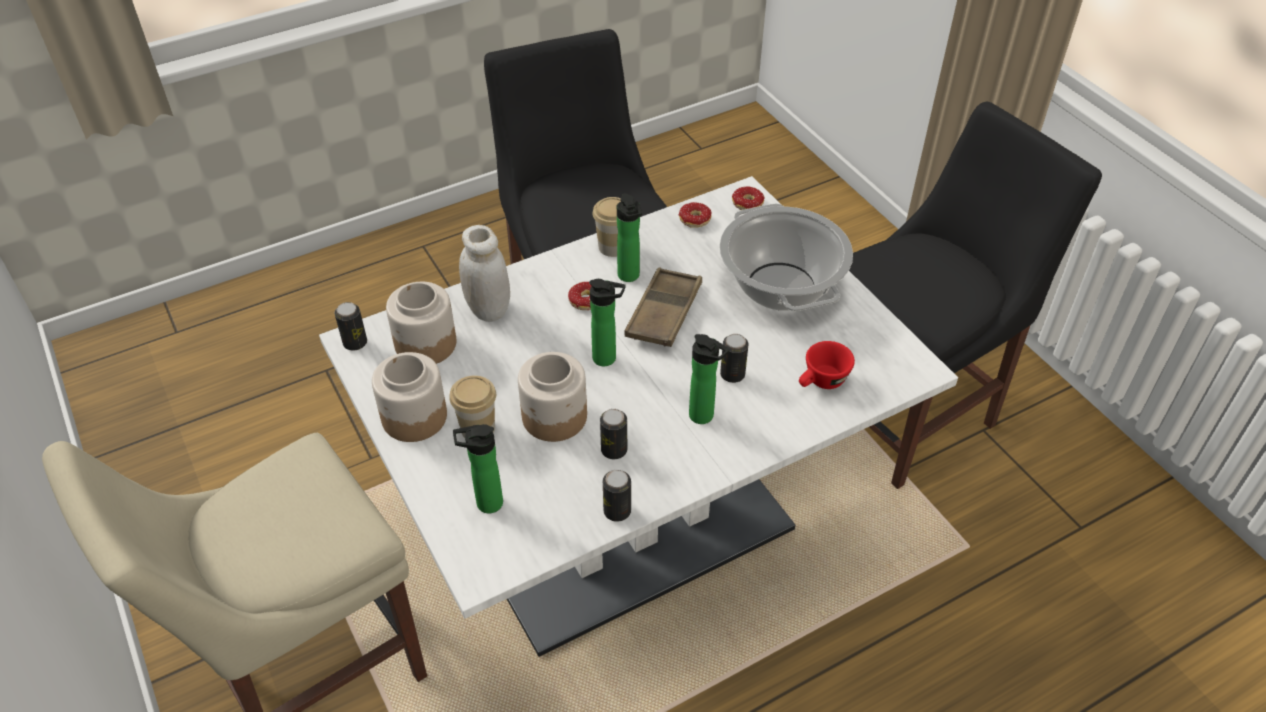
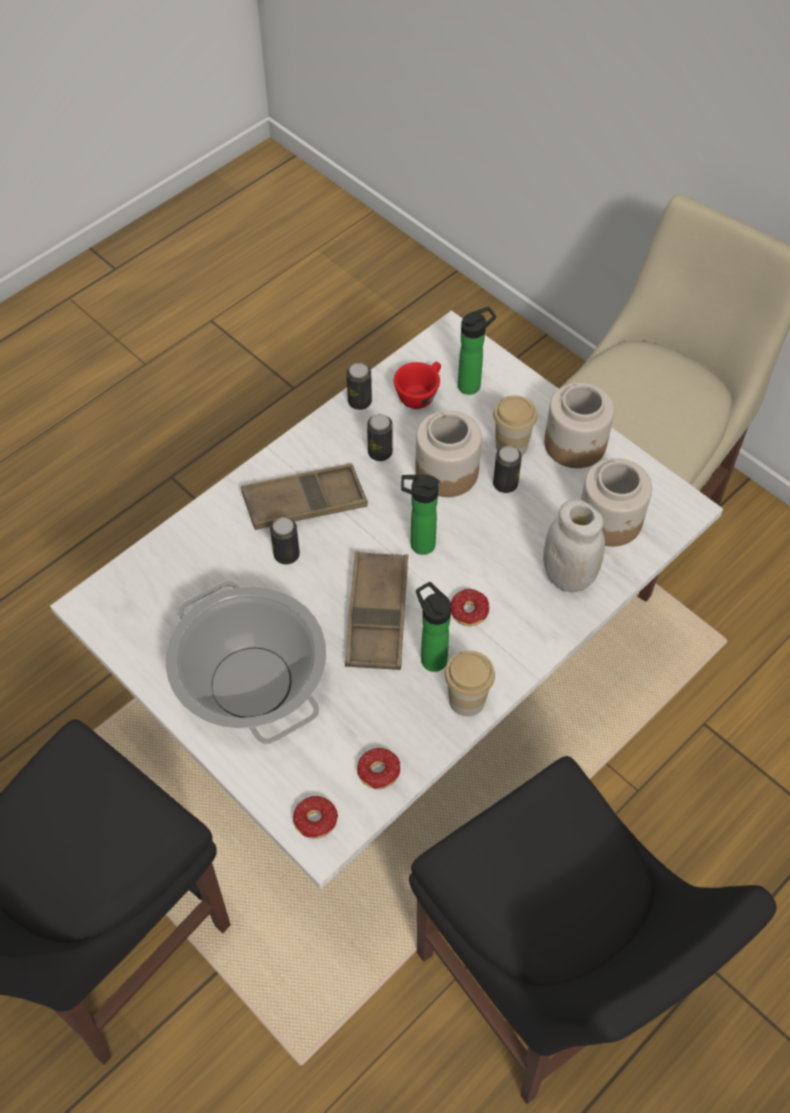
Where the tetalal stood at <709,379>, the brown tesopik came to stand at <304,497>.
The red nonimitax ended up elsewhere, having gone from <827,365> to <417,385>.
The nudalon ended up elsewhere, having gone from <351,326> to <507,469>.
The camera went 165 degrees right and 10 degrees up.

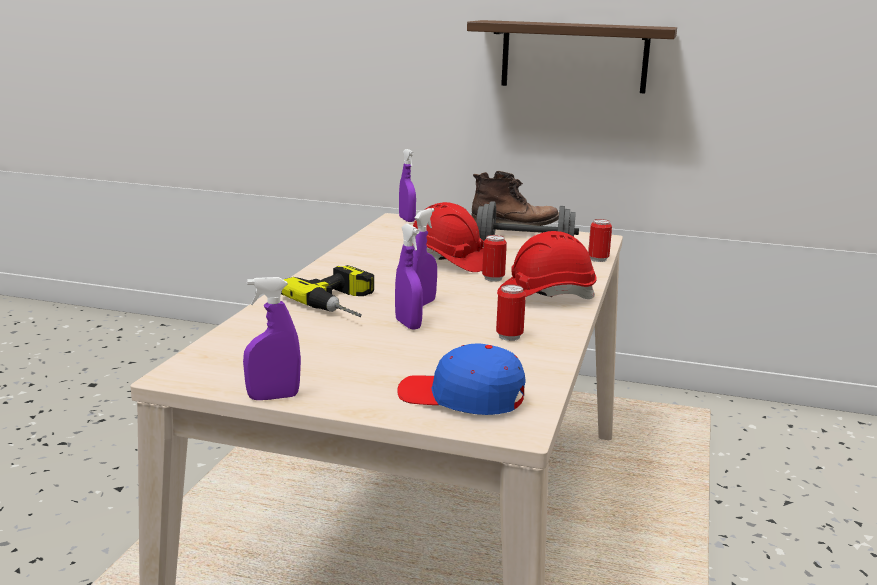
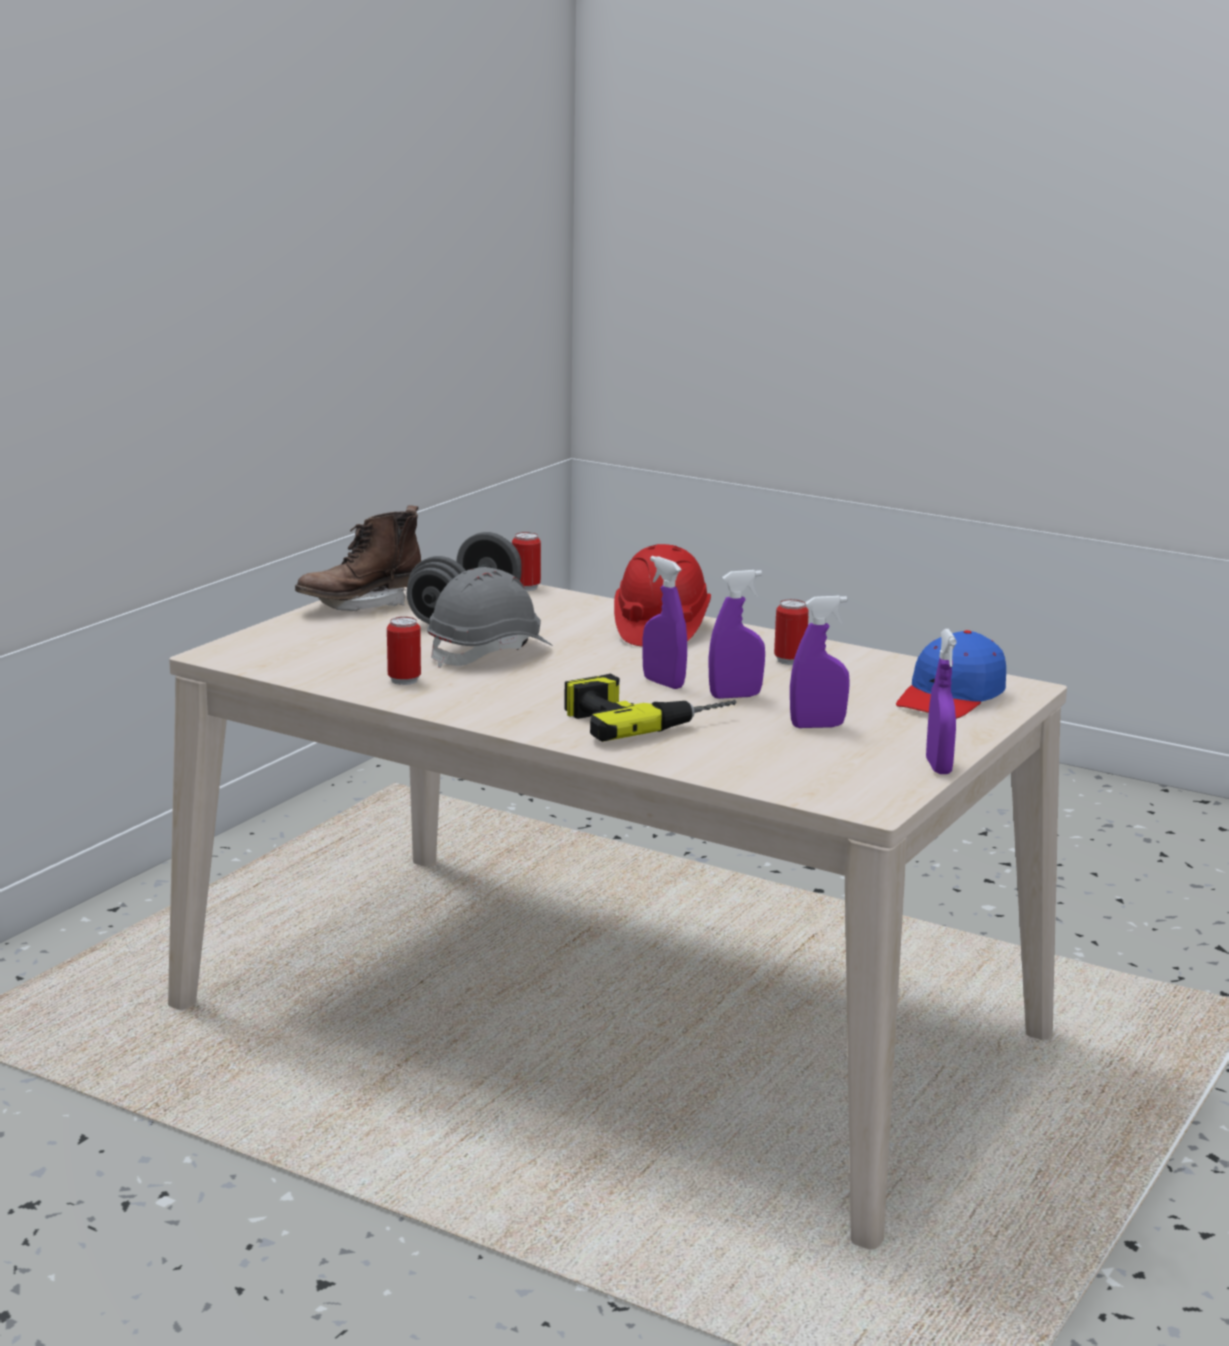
The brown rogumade at <515,201> ended up facing another way, 135 degrees counterclockwise from before.
The nudalon ended up elsewhere, having gone from <494,258> to <404,651>.
What was the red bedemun at <448,237> turned into the grey bedemun at <490,617>.
The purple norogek ended up elsewhere, having gone from <407,185> to <820,662>.
The second view lost the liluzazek at <572,57>.
The camera went 75 degrees left and 0 degrees up.

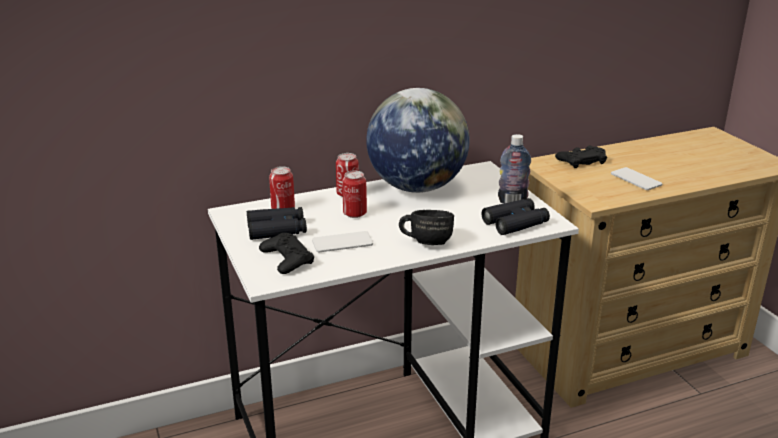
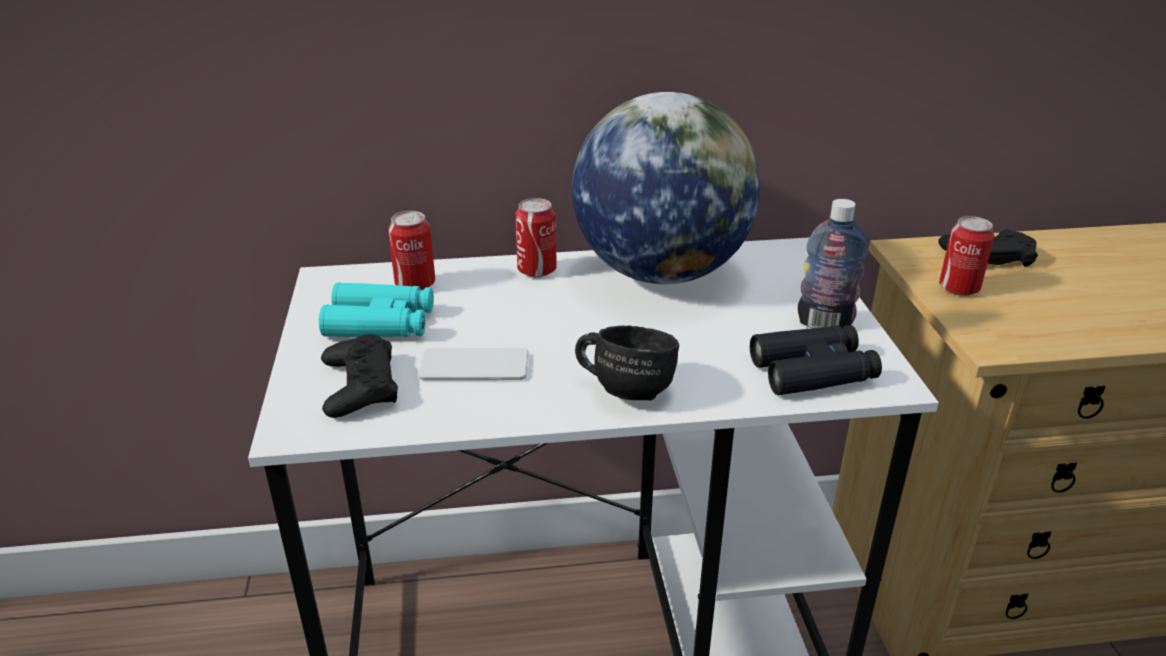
What was the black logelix at <277,223> turned into the turquoise logelix at <376,310>.
The nudalon ended up elsewhere, having gone from <354,194> to <966,256>.
The second view lost the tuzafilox at <637,178>.
The camera went 15 degrees right and 5 degrees up.

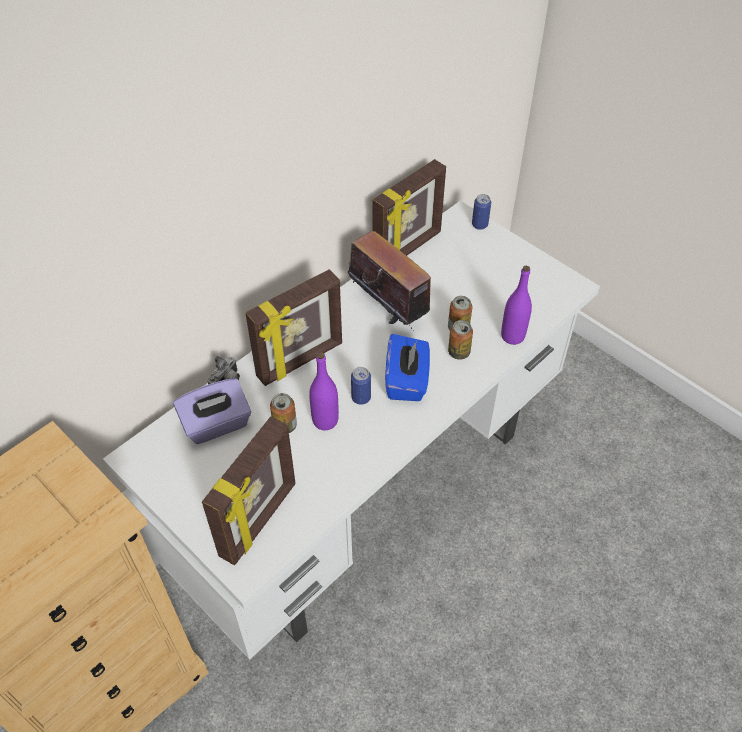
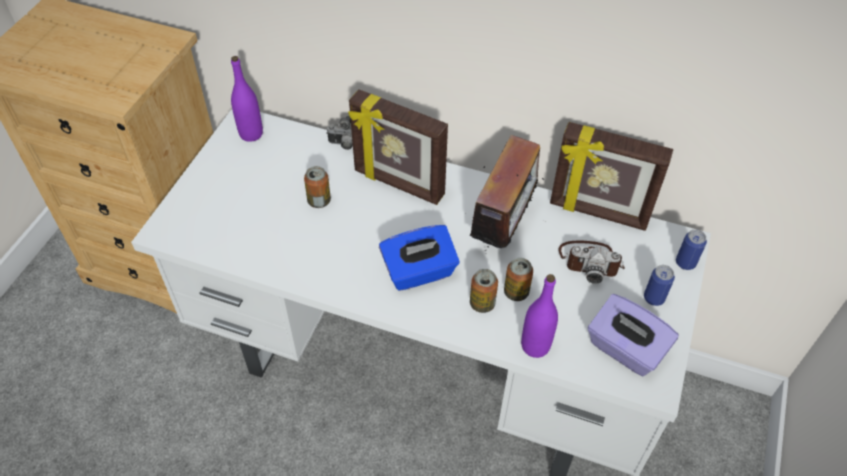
The purple tetalal ended up elsewhere, having gone from <324,391> to <247,99>.
The second view gained the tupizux at <592,262>.
The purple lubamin ended up elsewhere, having gone from <212,411> to <633,335>.
The nudalon ended up elsewhere, having gone from <361,386> to <659,285>.
The second view lost the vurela at <248,490>.
The camera went 65 degrees right and 0 degrees up.

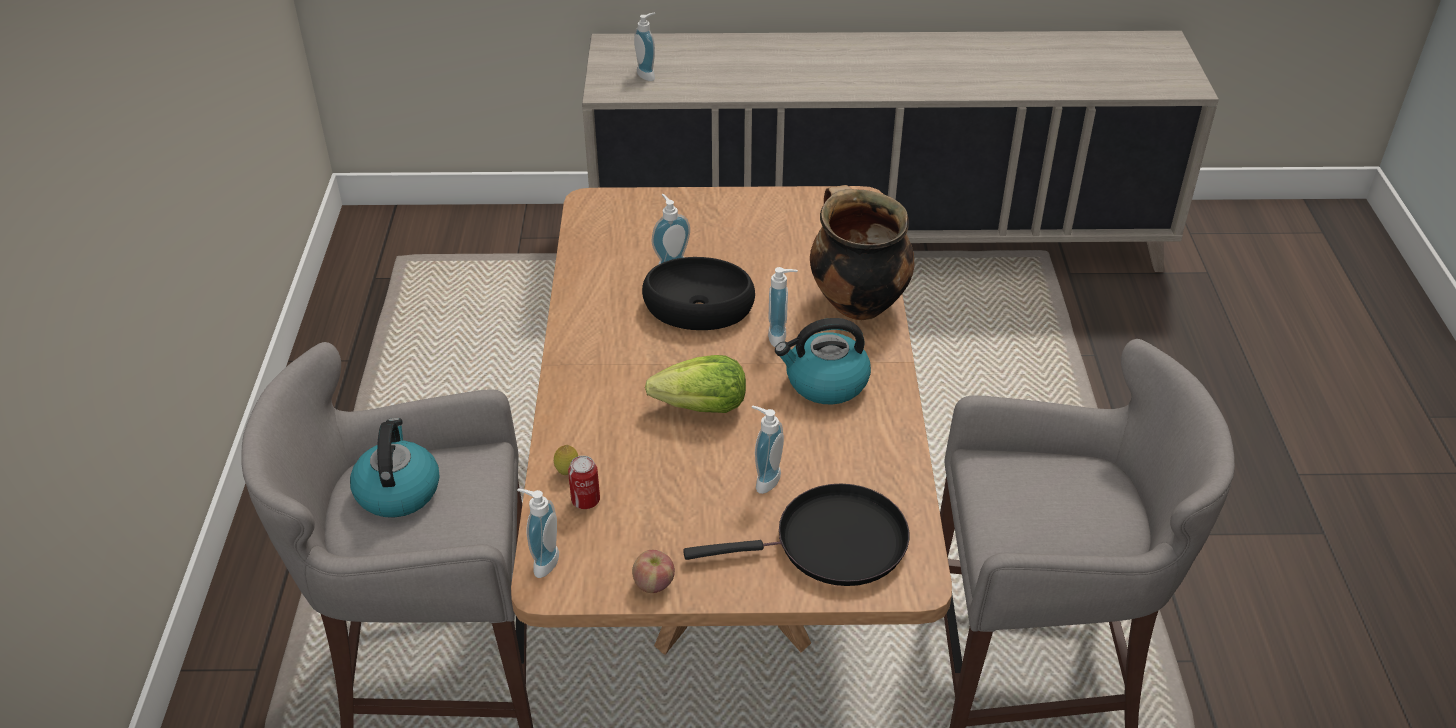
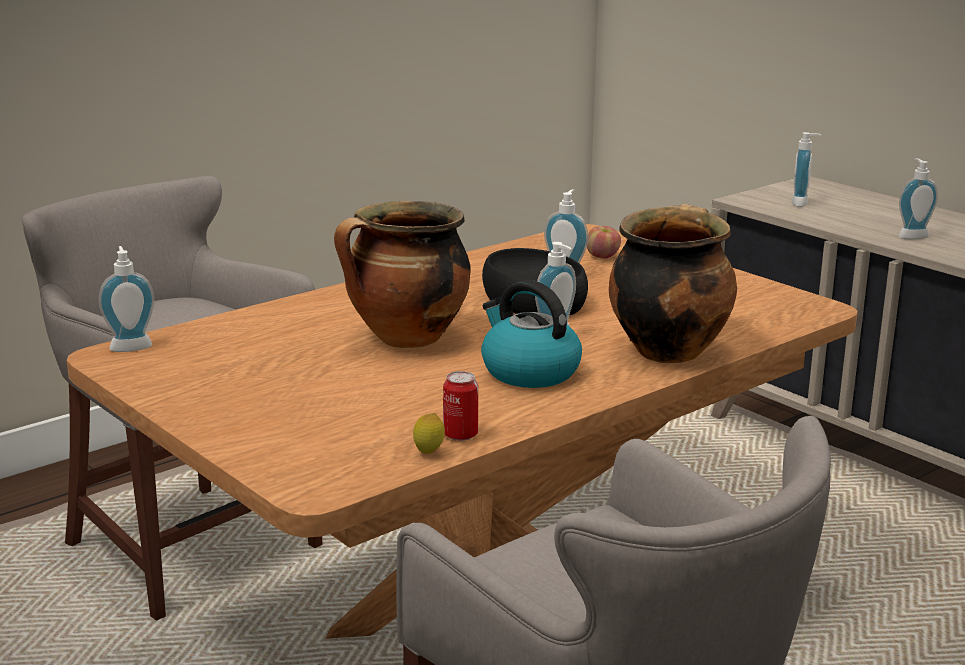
Where the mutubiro stood at <695,384>, the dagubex came to stand at <402,274>.
The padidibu ended up elsewhere, having gone from <566,460> to <429,433>.
The nudalon ended up elsewhere, having gone from <584,482> to <460,406>.
The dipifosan ended up elsewhere, having gone from <653,571> to <604,242>.
The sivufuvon ended up elsewhere, having gone from <768,450> to <918,198>.
The second view lost the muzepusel at <395,468>.
The second view lost the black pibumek at <796,535>.
The camera went 50 degrees right and 20 degrees down.

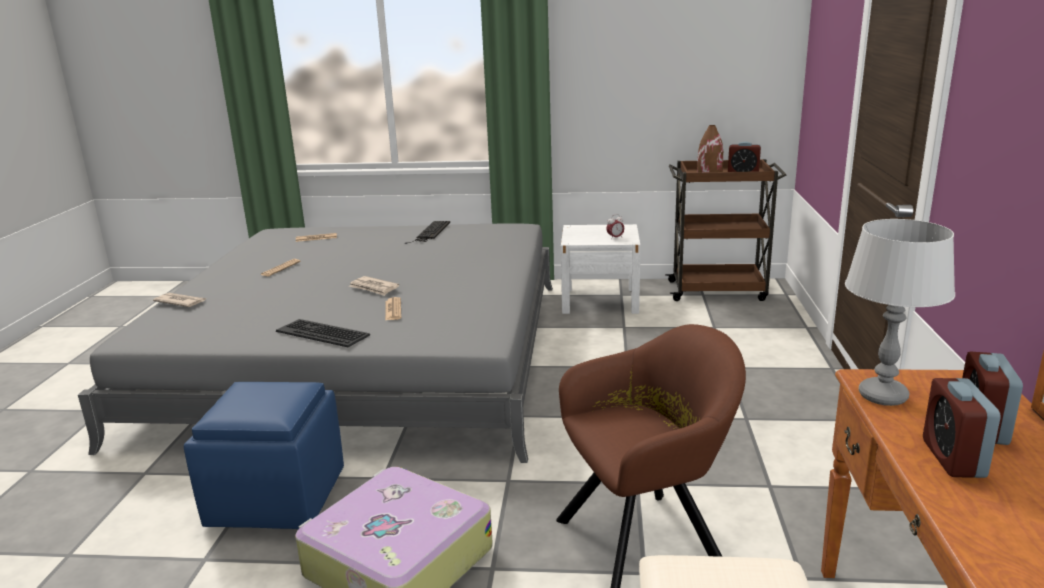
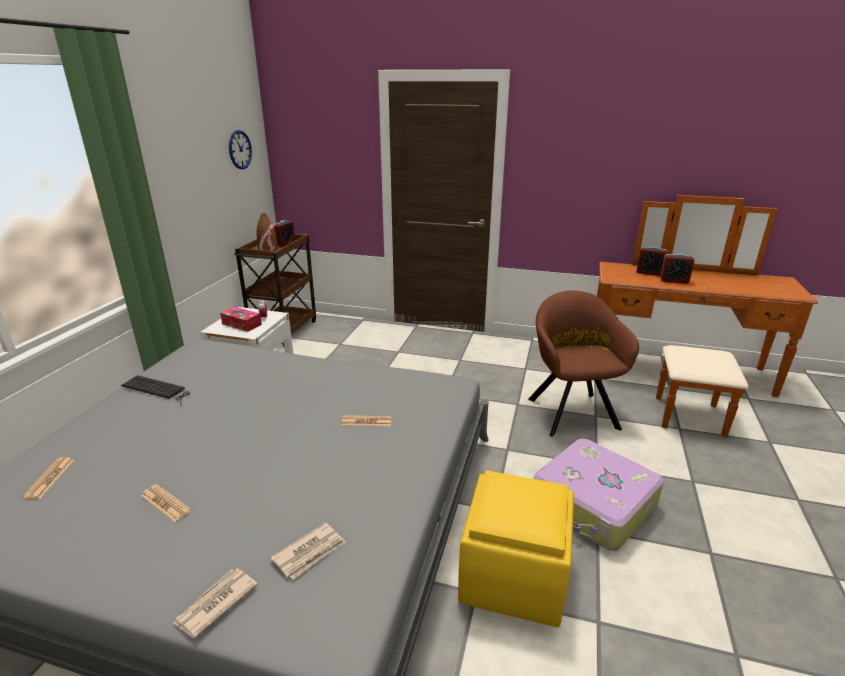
The second view gained the lubamin at <241,319>.
The second view gained the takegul at <240,149>.
The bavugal ended up elsewhere, having gone from <374,286> to <308,551>.
What was the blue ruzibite at <264,455> turned into the yellow ruzibite at <516,548>.
The second view lost the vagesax at <323,333>.
The second view lost the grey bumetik at <900,312>.
The camera went 80 degrees left and 5 degrees up.

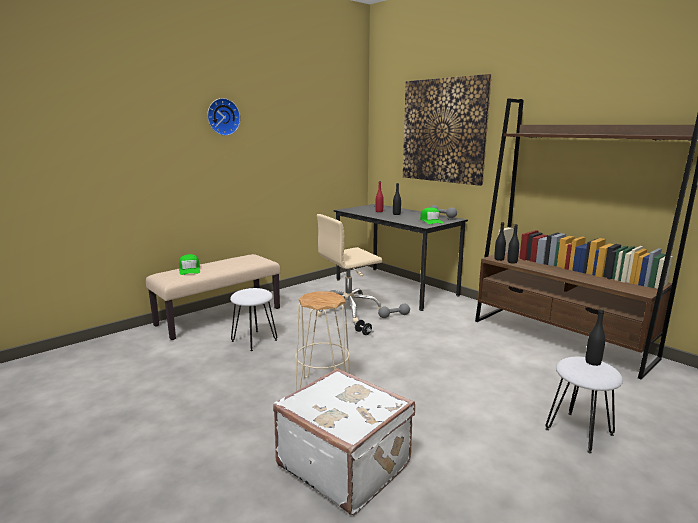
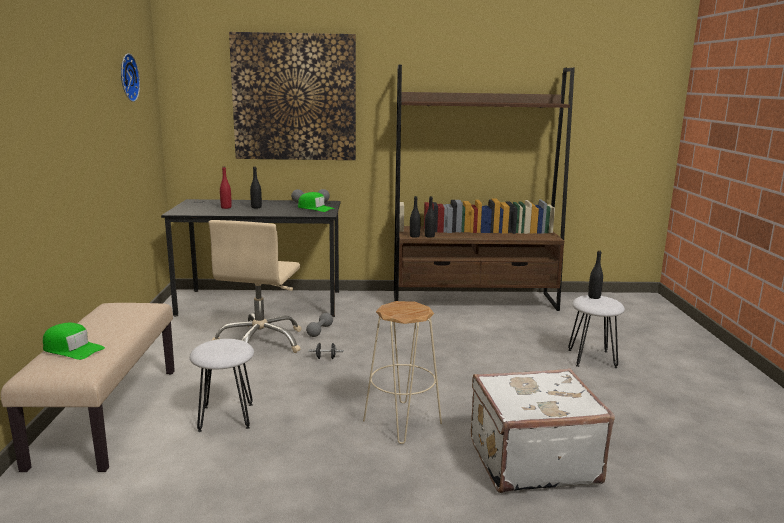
The takegul ended up elsewhere, having gone from <224,117> to <130,77>.
The camera went 50 degrees left and 0 degrees up.

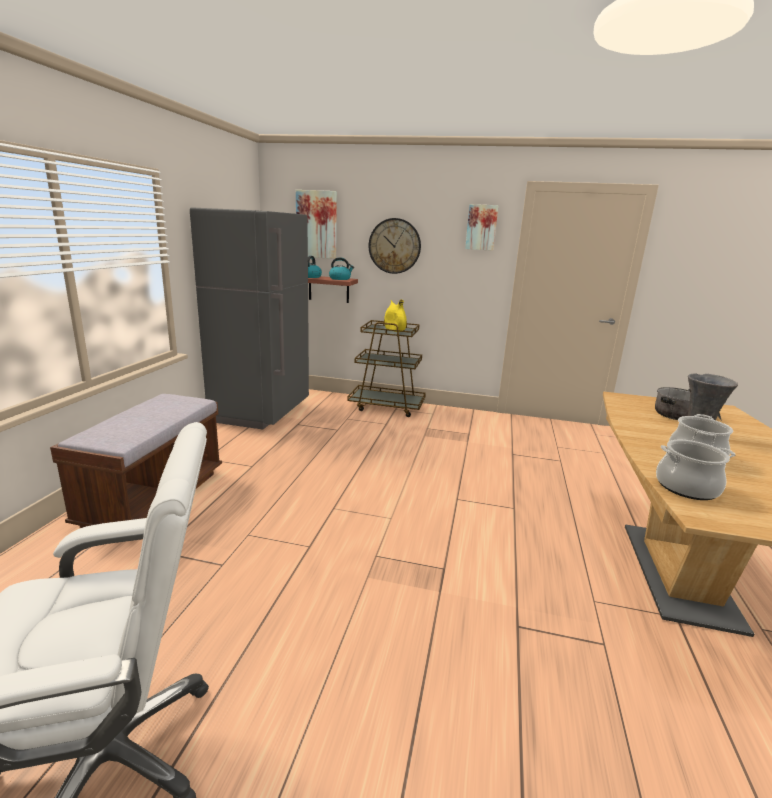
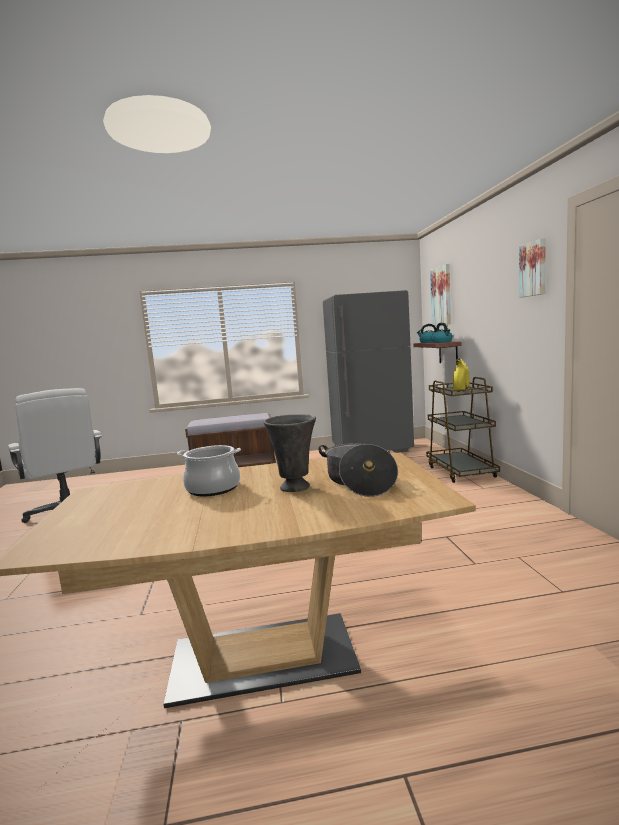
The second view lost the takegul at <395,246>.
The second view lost the dagubex at <696,470>.
The camera went 70 degrees right and 10 degrees down.

